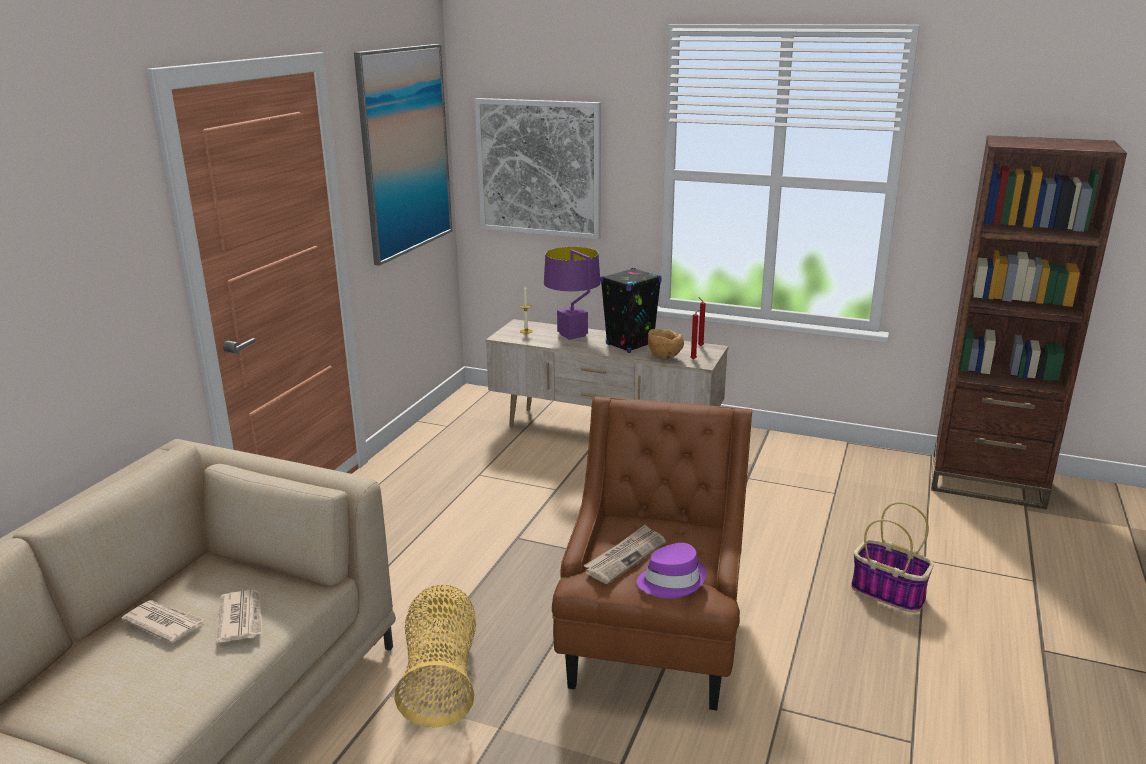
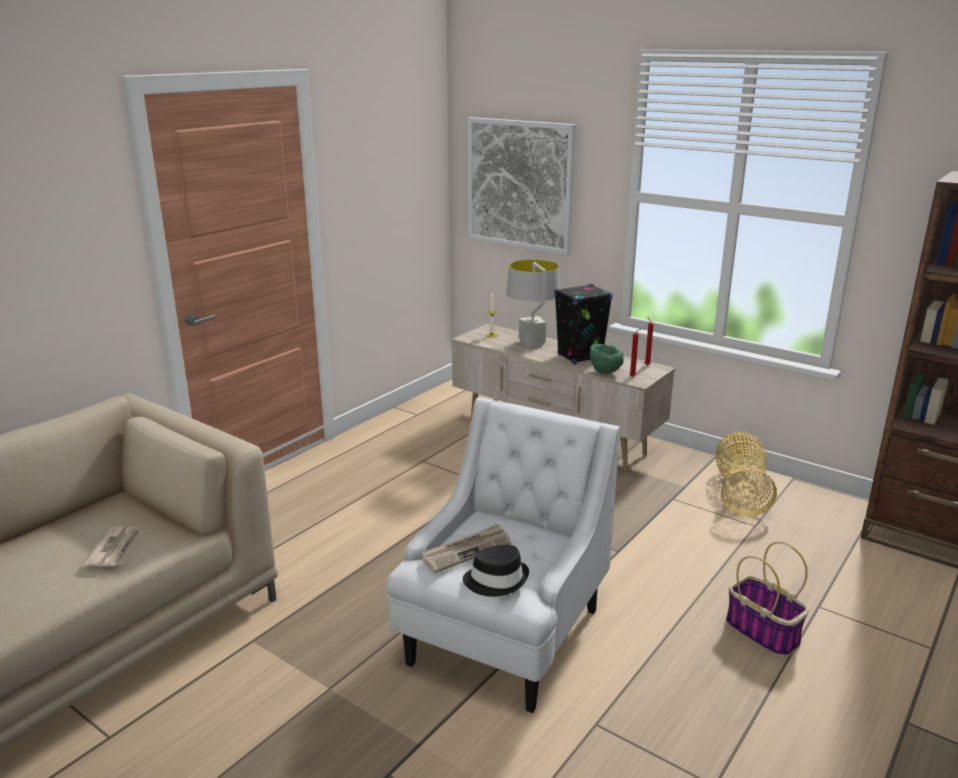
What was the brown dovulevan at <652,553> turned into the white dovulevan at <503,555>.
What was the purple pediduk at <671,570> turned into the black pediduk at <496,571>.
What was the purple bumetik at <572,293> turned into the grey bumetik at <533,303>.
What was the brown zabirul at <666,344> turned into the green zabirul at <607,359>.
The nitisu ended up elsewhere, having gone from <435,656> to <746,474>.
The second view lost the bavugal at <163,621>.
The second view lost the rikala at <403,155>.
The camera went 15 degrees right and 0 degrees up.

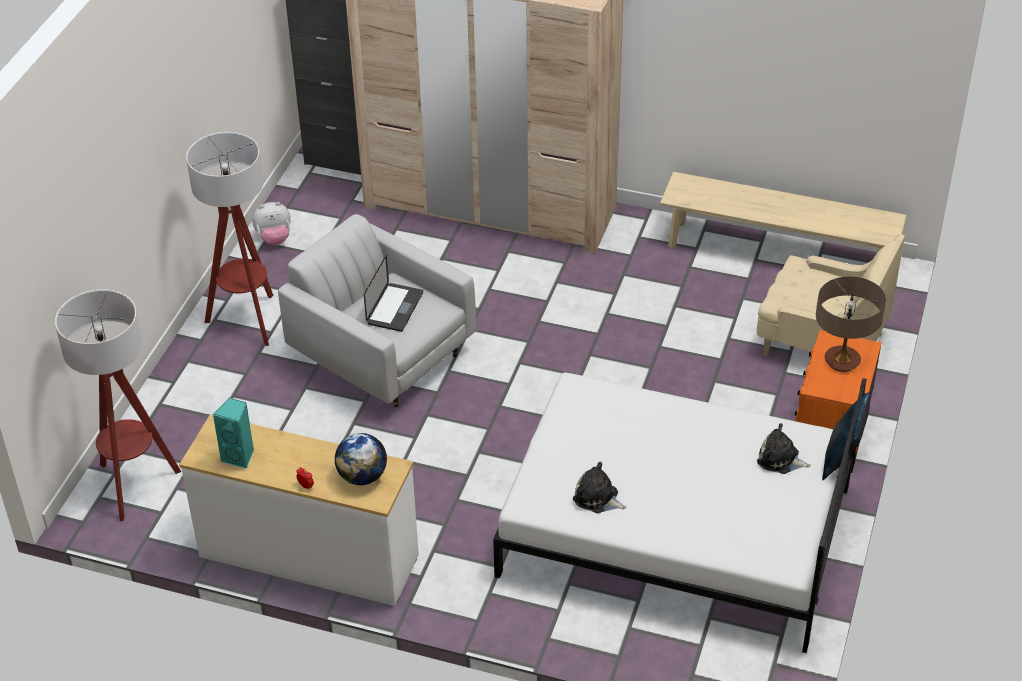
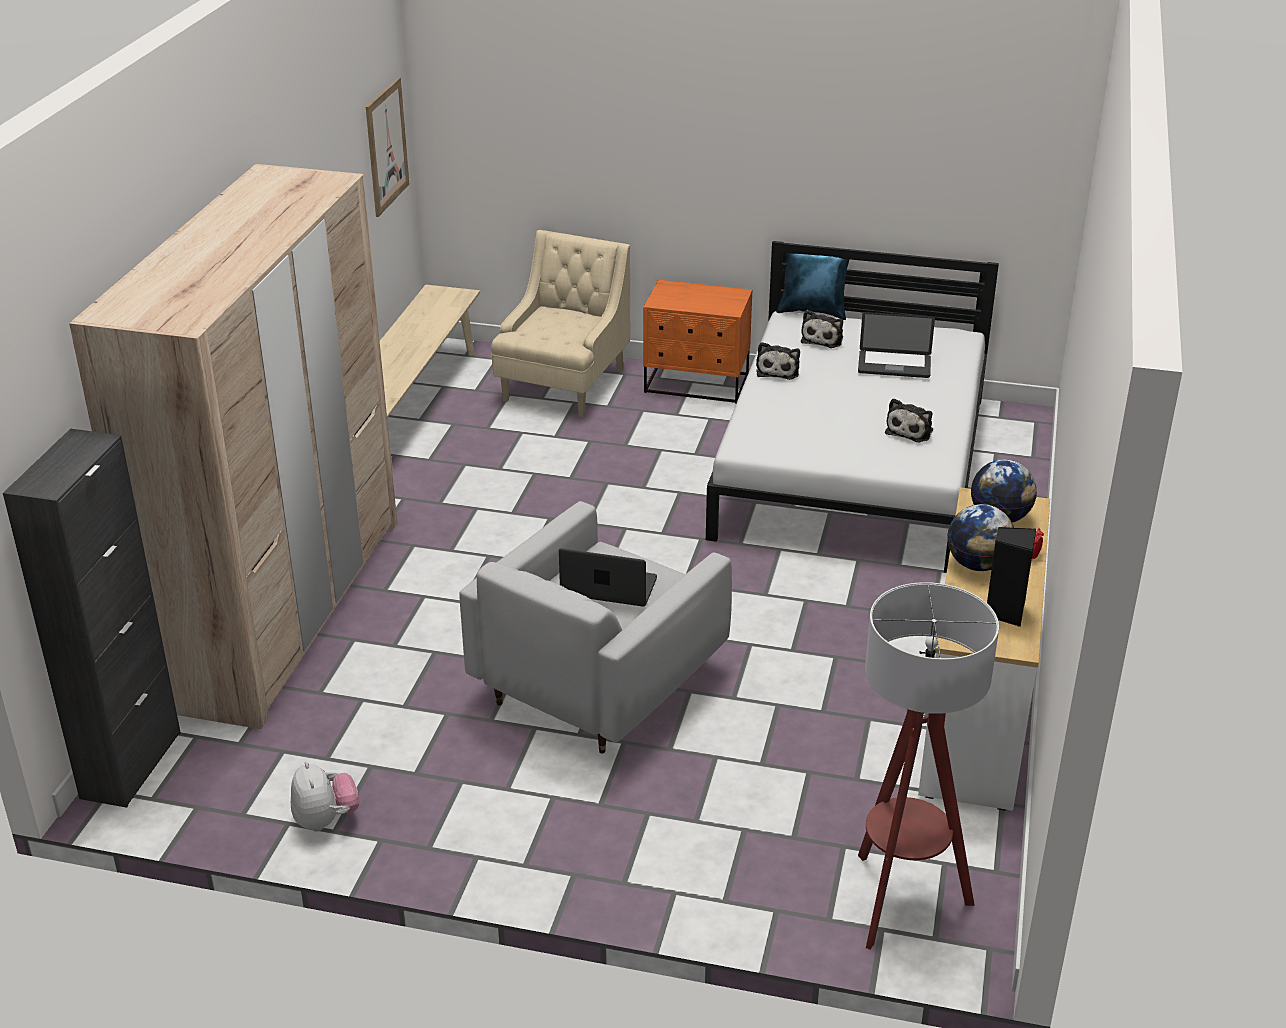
The second view gained the rikala at <387,147>.
The second view gained the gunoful at <778,361>.
The second view gained the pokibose at <896,345>.
The second view gained the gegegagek at <980,537>.
What was the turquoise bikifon at <233,433> turned into the black bikifon at <1011,577>.
The second view lost the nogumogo at <229,239>.
The second view lost the bumetik at <851,324>.
The camera went 95 degrees left and 10 degrees down.

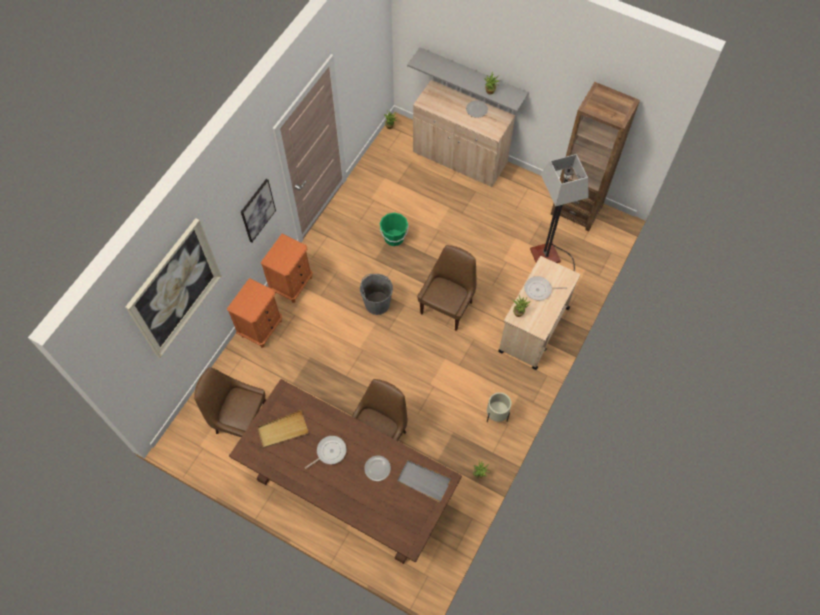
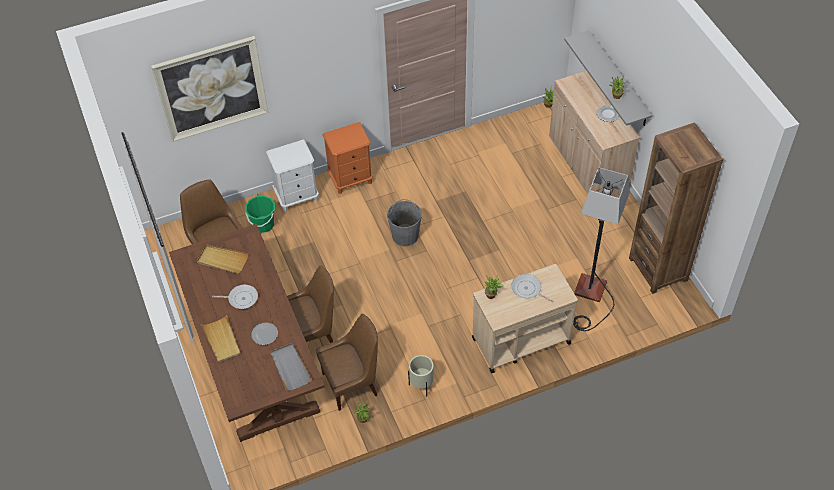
The second view gained the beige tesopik at <221,339>.
The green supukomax ended up elsewhere, having gone from <394,229> to <260,214>.
What was the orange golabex at <254,313> turned into the white golabex at <292,175>.
The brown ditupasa ended up elsewhere, having gone from <447,288> to <347,362>.
The second view lost the rikala at <258,210>.
The camera went 40 degrees right and 10 degrees down.

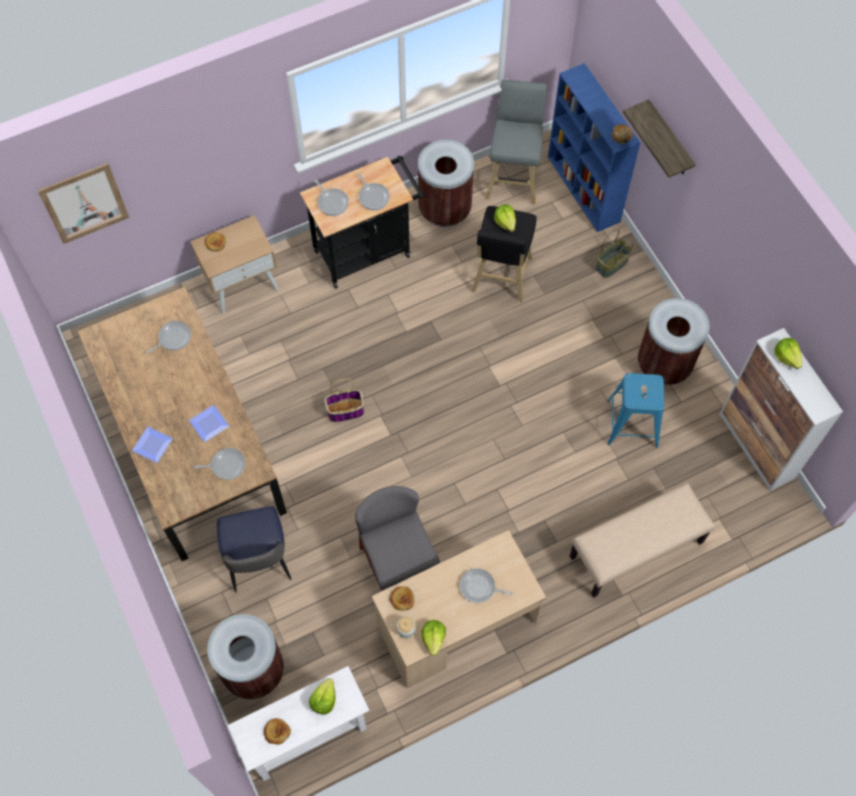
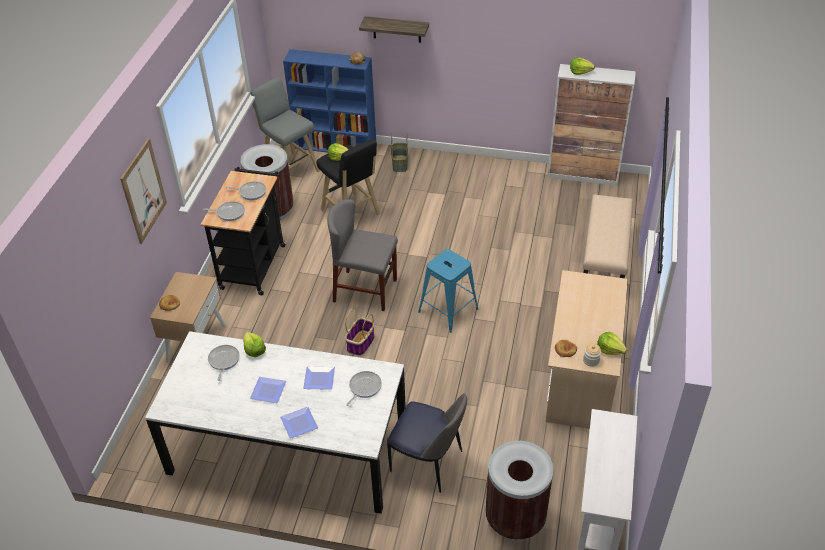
The rikala ended up elsewhere, having gone from <83,203> to <143,191>.
What was the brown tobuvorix at <182,424> turned into the white tobuvorix at <275,422>.
The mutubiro ended up elsewhere, having gone from <322,696> to <254,344>.
The second view gained the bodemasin at <268,390>.
The grey ditupasa ended up elsewhere, having gone from <397,538> to <362,255>.
The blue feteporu ended up elsewhere, having gone from <635,410> to <448,291>.
The second view lost the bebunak at <277,731>.
The second view lost the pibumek at <486,585>.
The second view lost the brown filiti at <674,341>.
The camera went 50 degrees left and 20 degrees down.

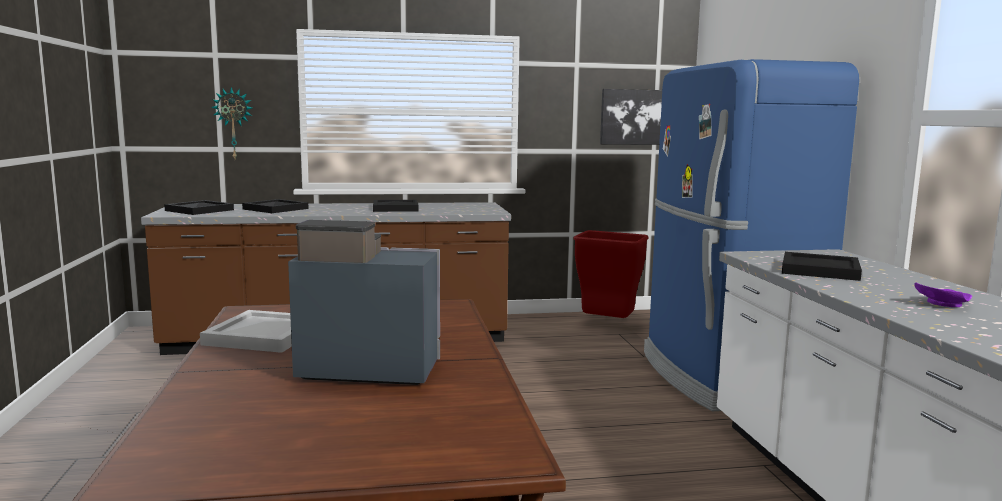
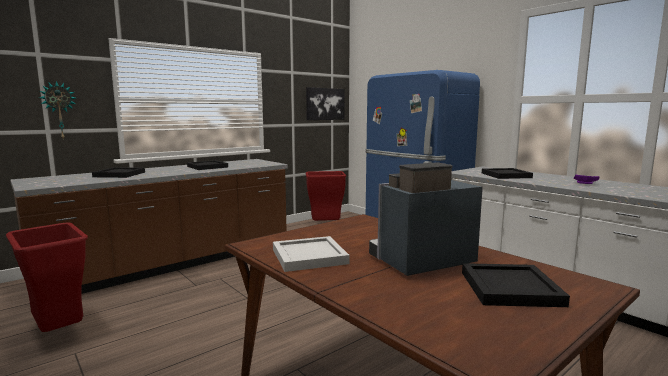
The second view gained the red filiti at <47,277>.
The black tesopik ended up elsewhere, having gone from <199,207> to <516,285>.
The camera went 30 degrees left and 0 degrees up.

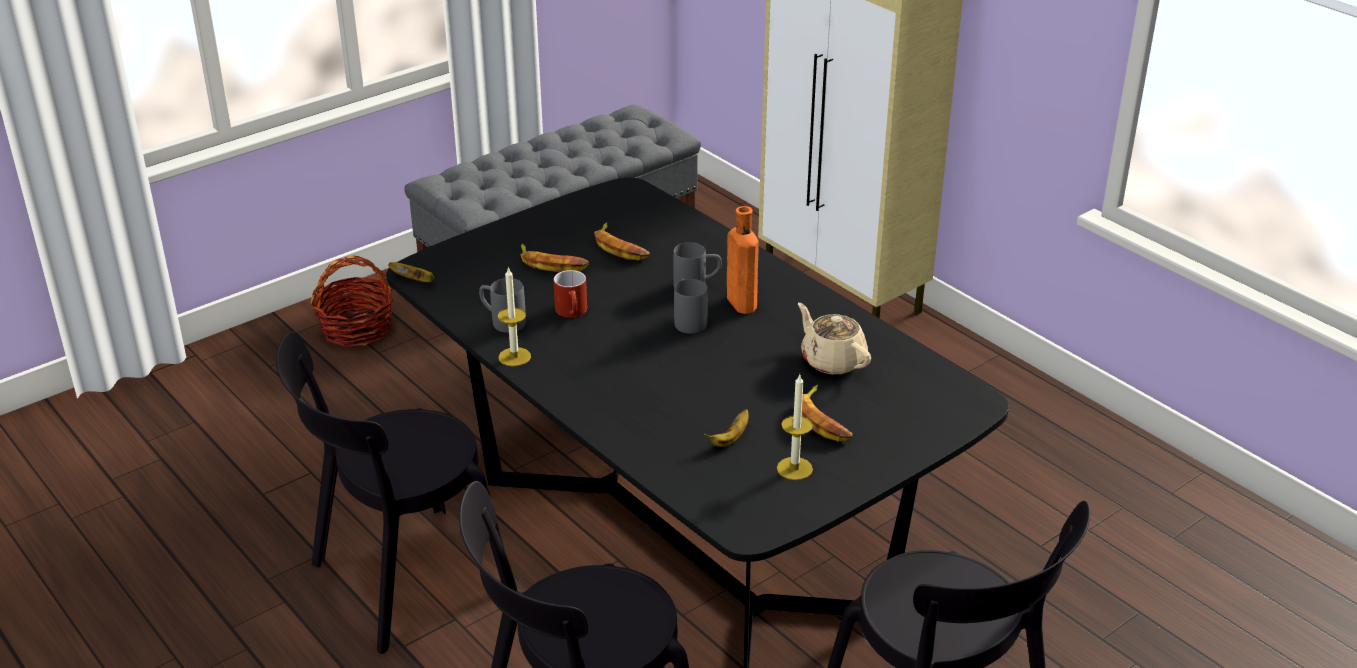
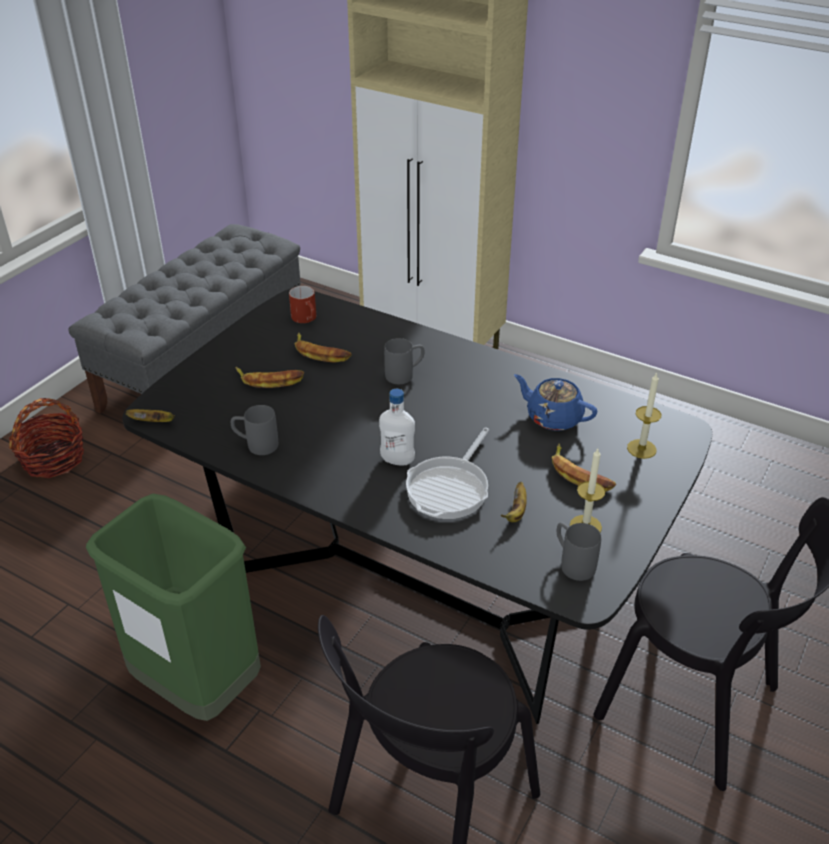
Where the black ditupasa stood at <390,492>, the green filiti came to stand at <173,607>.
The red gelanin ended up elsewhere, having gone from <570,294> to <302,304>.
The second view gained the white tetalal at <397,427>.
The second view gained the pibumek at <447,473>.
What was the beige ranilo at <834,338> turned into the blue ranilo at <556,402>.
The grey gelanin ended up elsewhere, having gone from <691,306> to <579,551>.
The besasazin ended up elsewhere, having gone from <514,316> to <644,415>.
The second view lost the orange tetalal at <743,260>.
The camera went 20 degrees left and 5 degrees up.

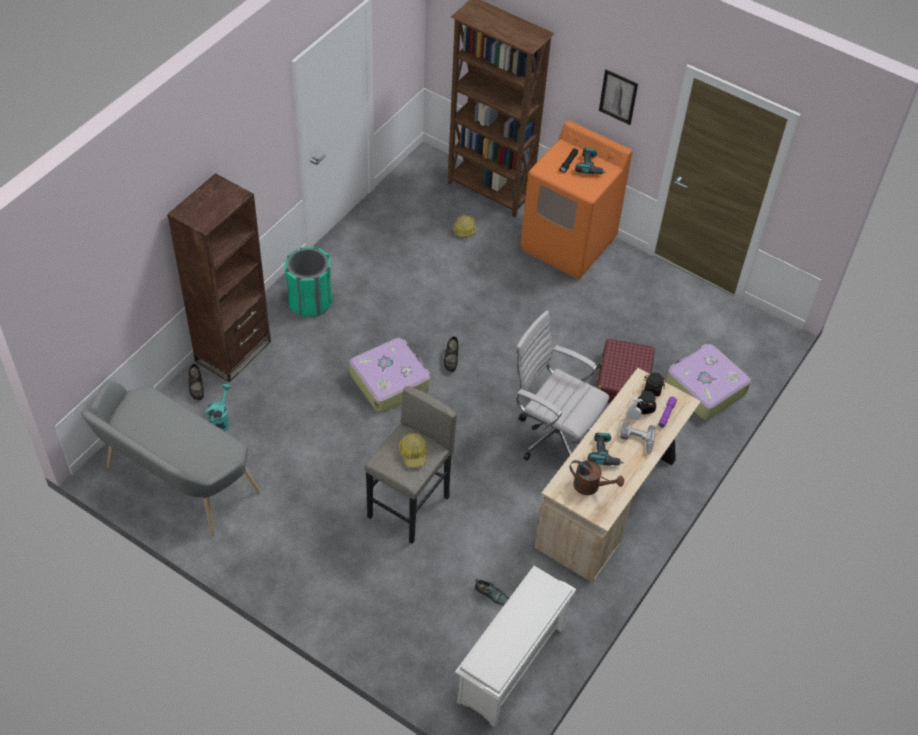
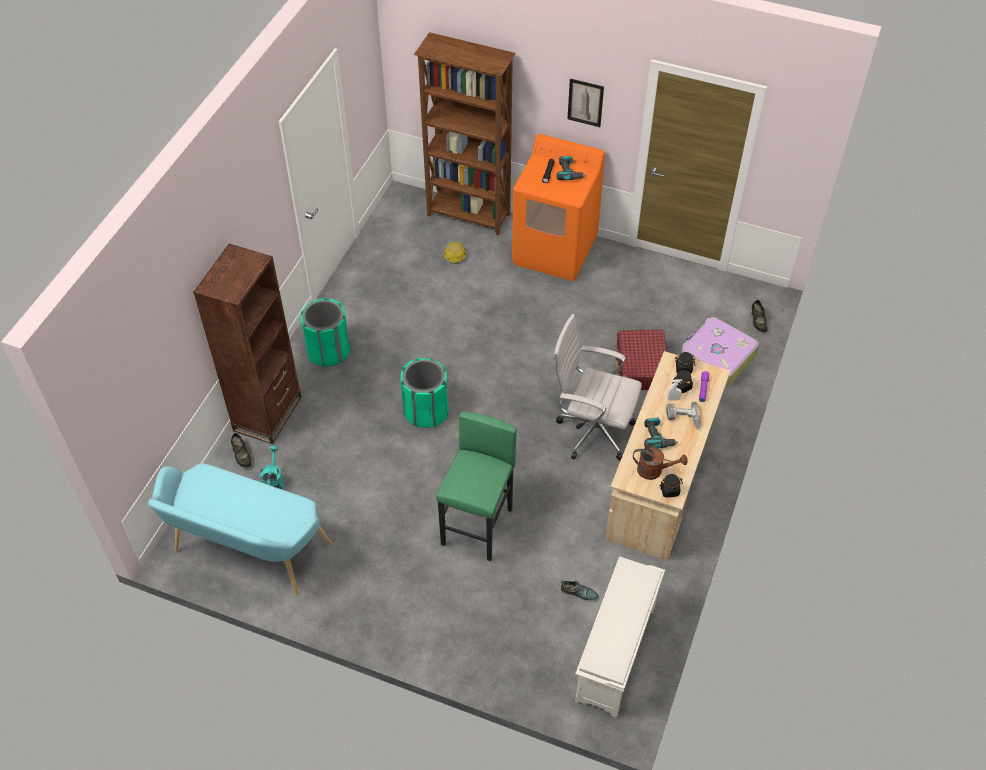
What was the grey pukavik at <171,458> turned into the turquoise pukavik at <240,529>.
Where the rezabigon stood at <389,375>, the green filiti came to stand at <425,393>.
What was the grey feteporu at <410,465> turned into the green feteporu at <476,486>.
The second view gained the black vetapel at <671,486>.
The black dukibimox ended up elsewhere, having gone from <451,354> to <759,316>.
The second view lost the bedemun at <413,450>.
The camera went 10 degrees left and 0 degrees up.

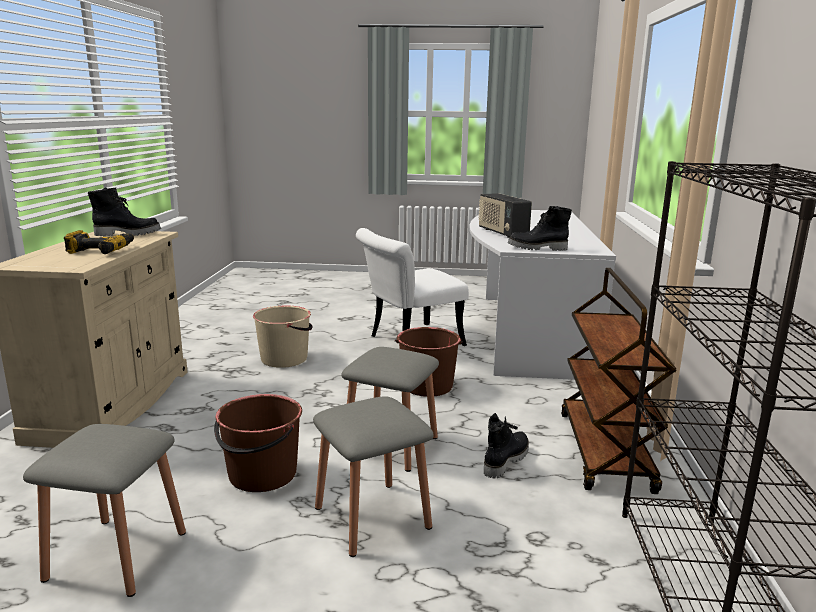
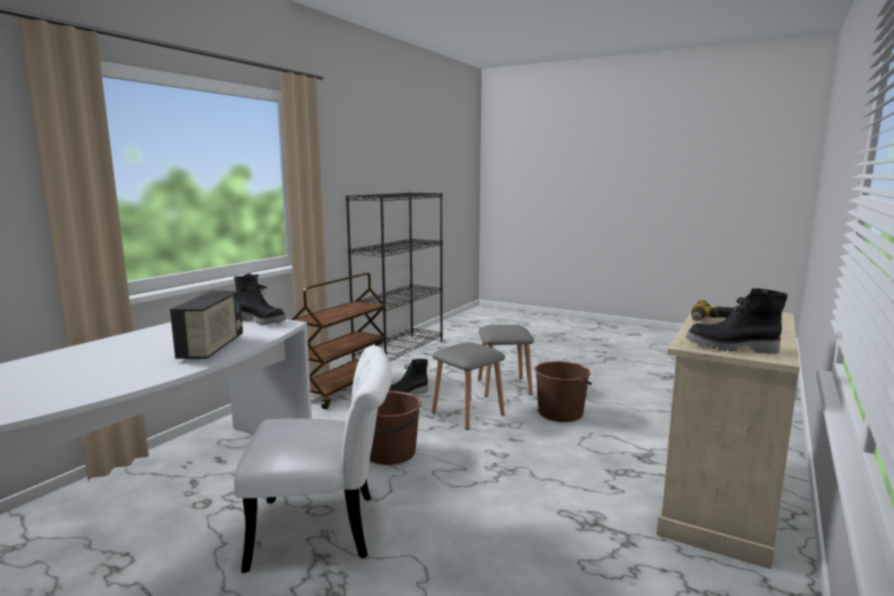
The second view lost the grey feteporu at <104,510>.
The second view lost the beige supukomax at <283,336>.
The camera went 155 degrees left and 5 degrees down.

